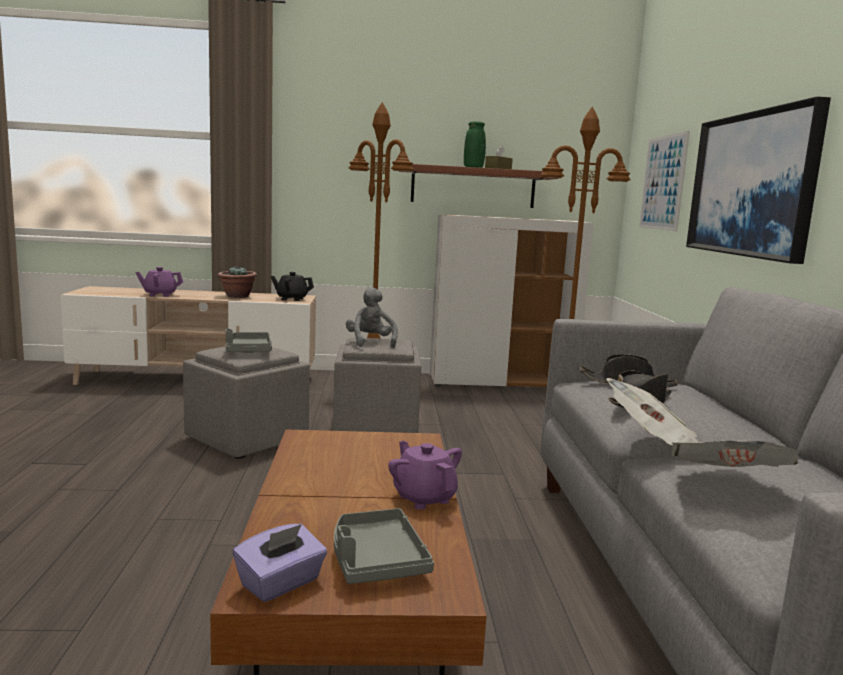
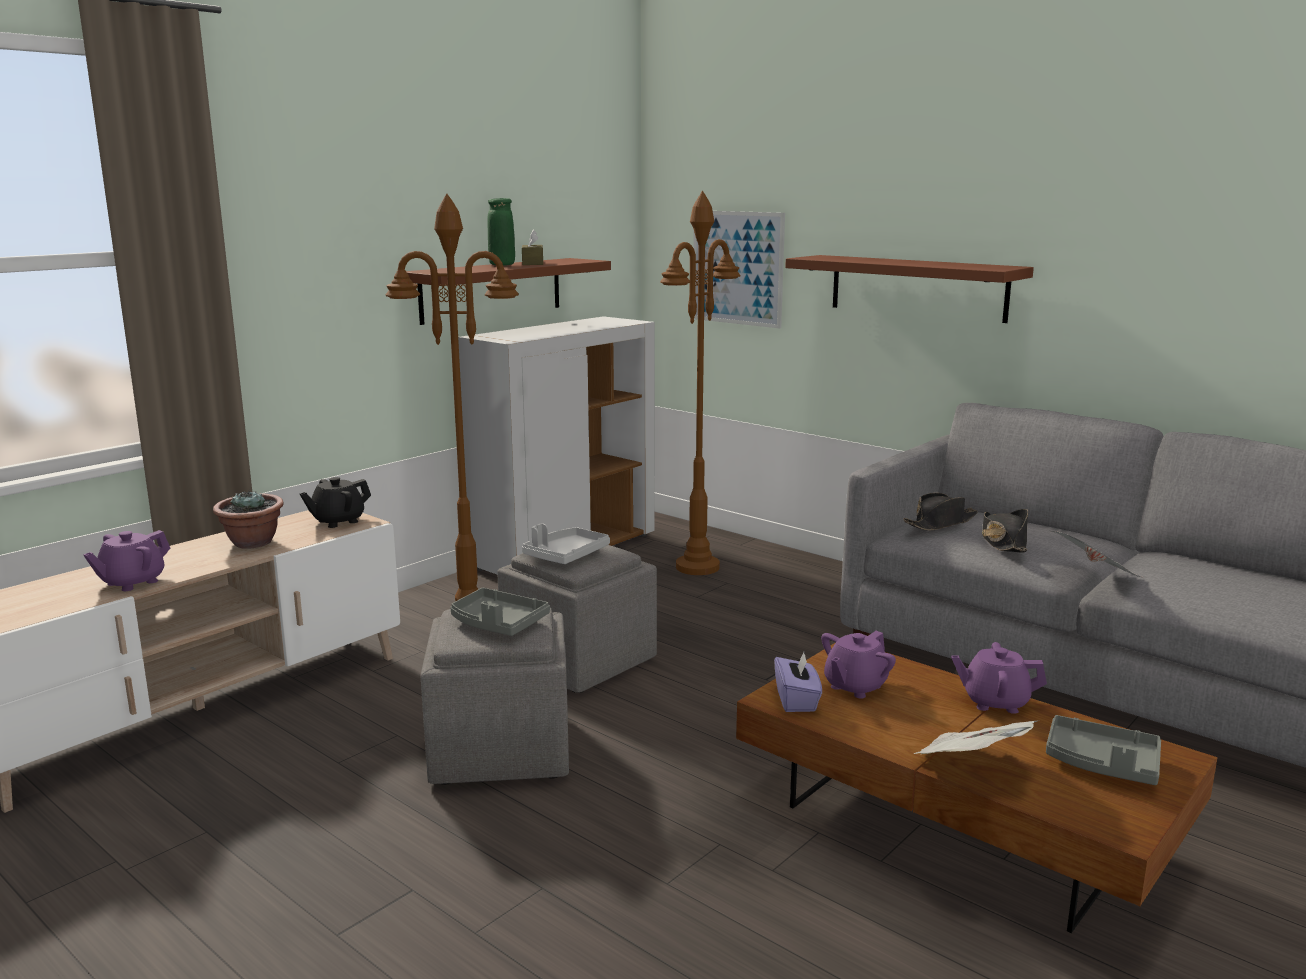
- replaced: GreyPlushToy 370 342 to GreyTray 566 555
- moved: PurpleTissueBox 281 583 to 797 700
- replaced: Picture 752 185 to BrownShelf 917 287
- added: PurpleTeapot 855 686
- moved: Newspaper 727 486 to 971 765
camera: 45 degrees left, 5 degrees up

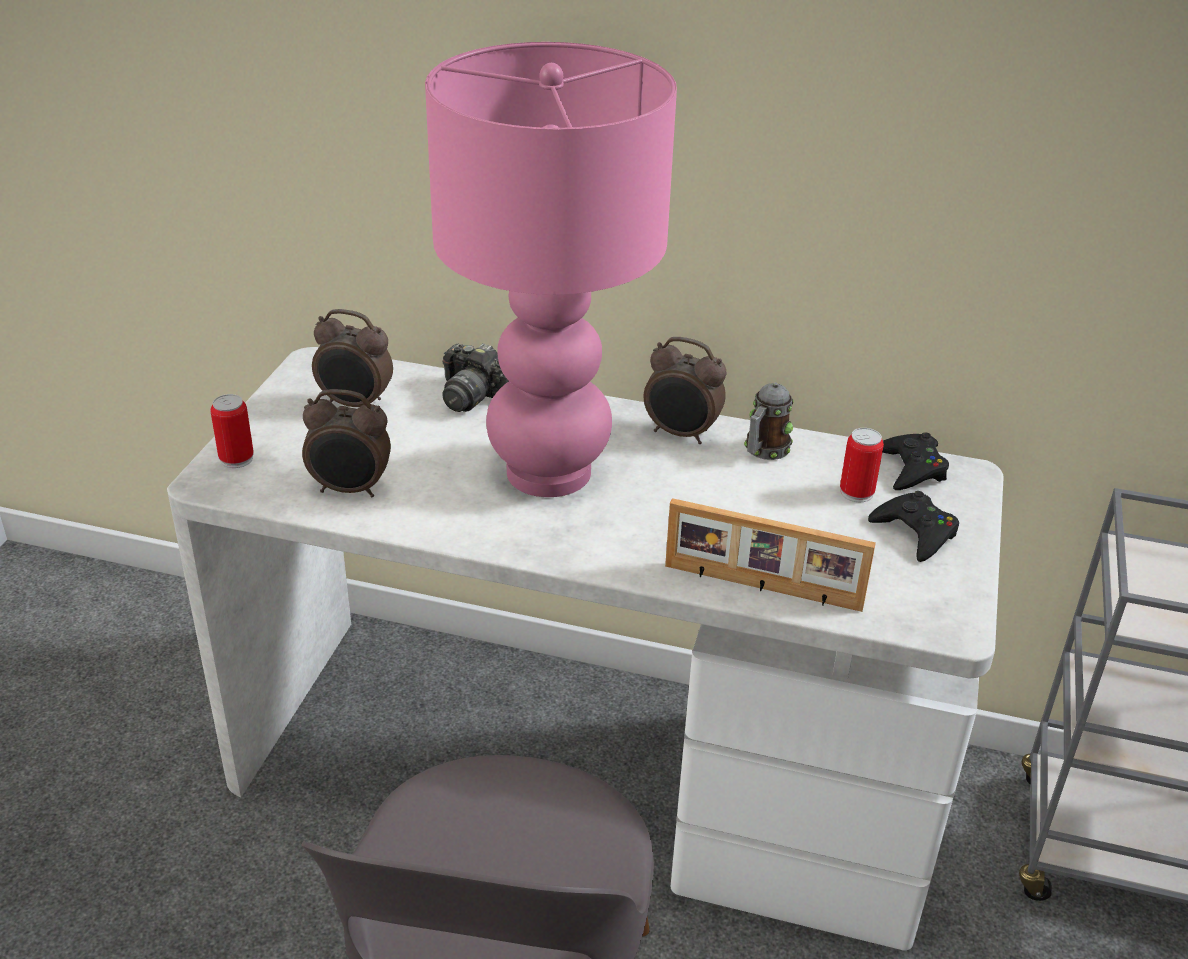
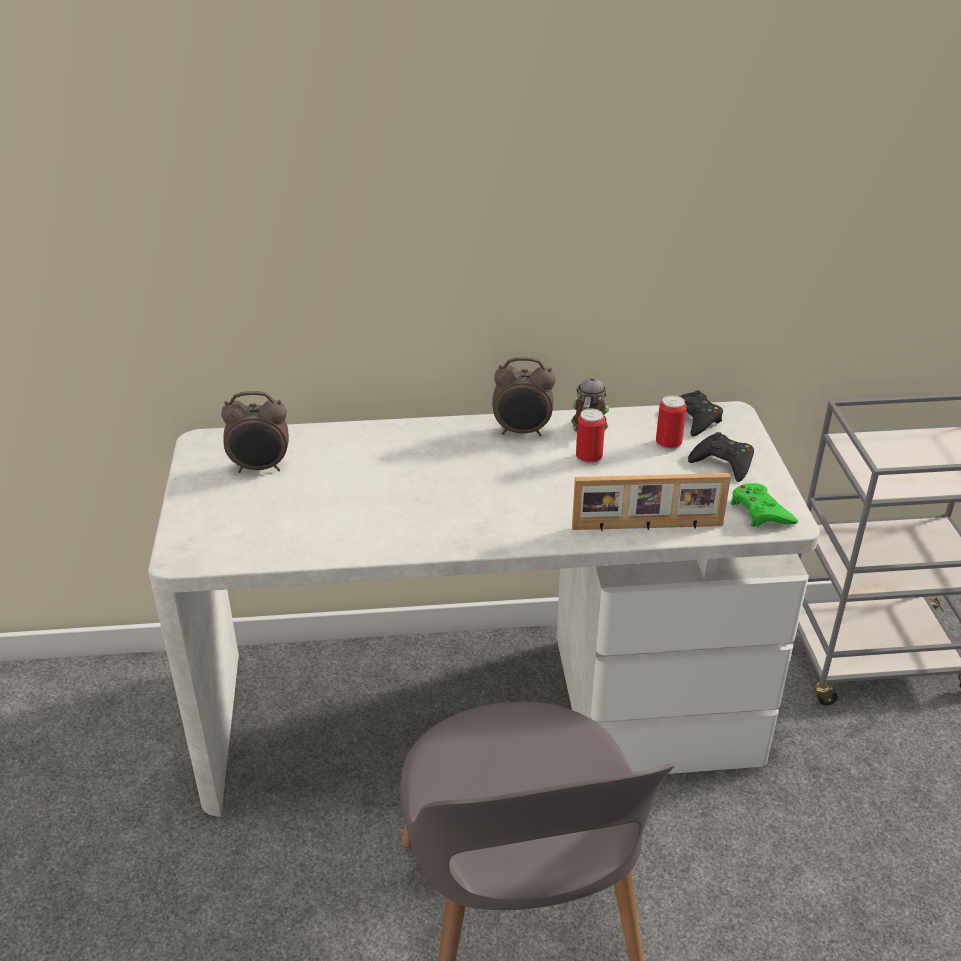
- moved: Can 236 458 to 588 458
- added: GreenGameController 760 511
- removed: AlarmClock 350 490
- removed: PinkTableLamp 547 471
- removed: PhotoCamera 473 396
camera: 20 degrees left, 0 degrees up

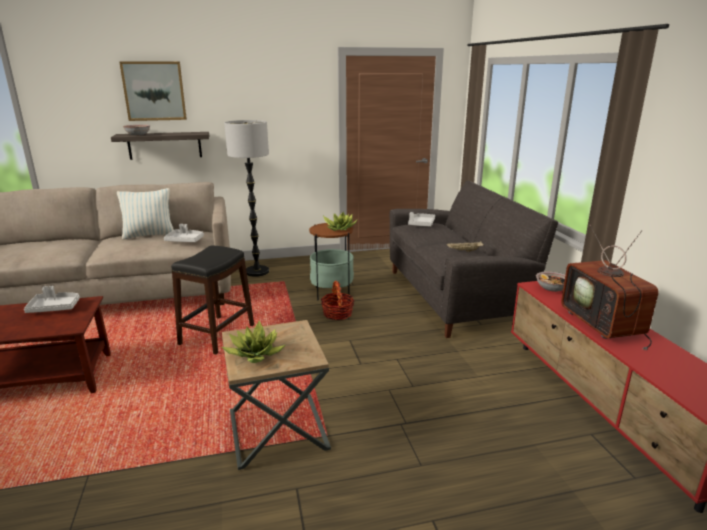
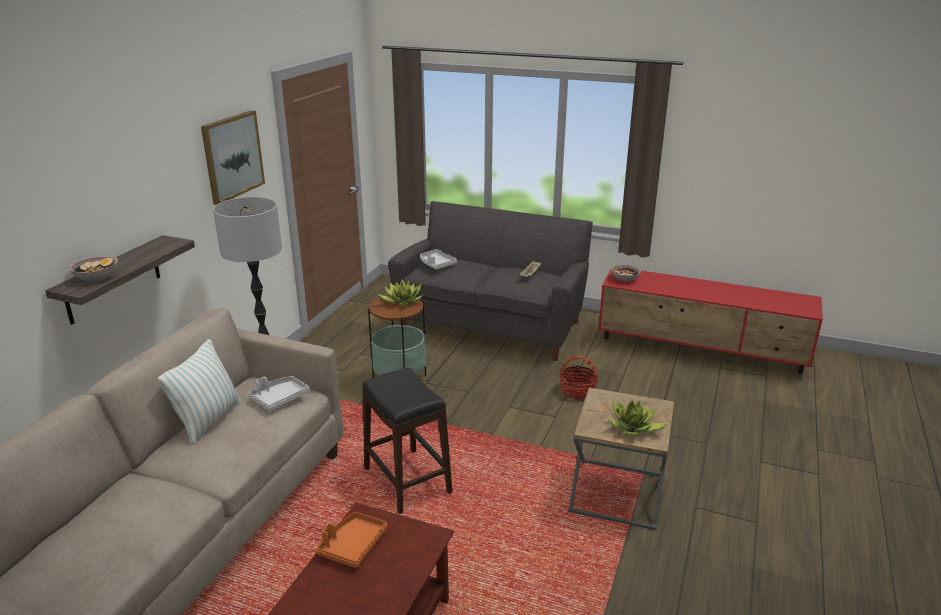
- moved: Picture 154 91 to 232 156
- recoloured: GreyTray 54 308 to OrangeTray 352 545
- moved: Basket 337 313 to 577 391
- removed: Television 605 324
camera: 55 degrees left, 5 degrees up

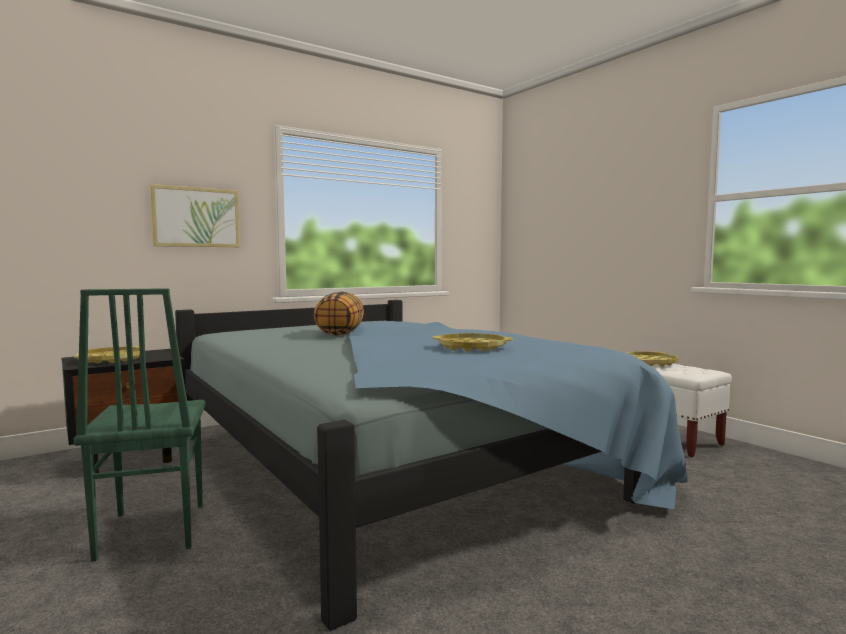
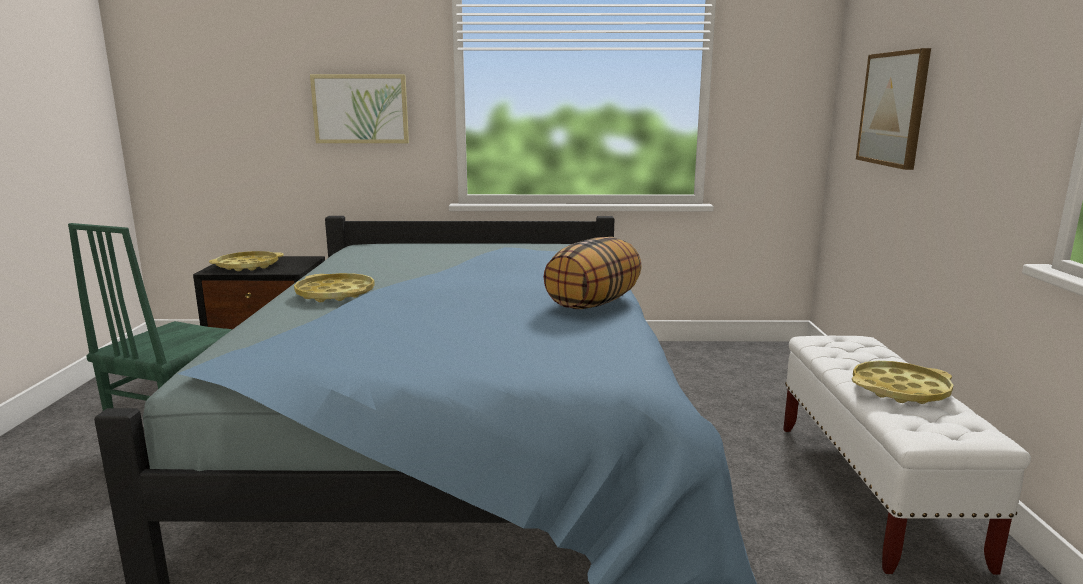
- moved: YellowTray 472 348 to 335 294
- moved: Pillow 340 334 to 593 304
- added: Picture 893 109
camera: 35 degrees right, 10 degrees up

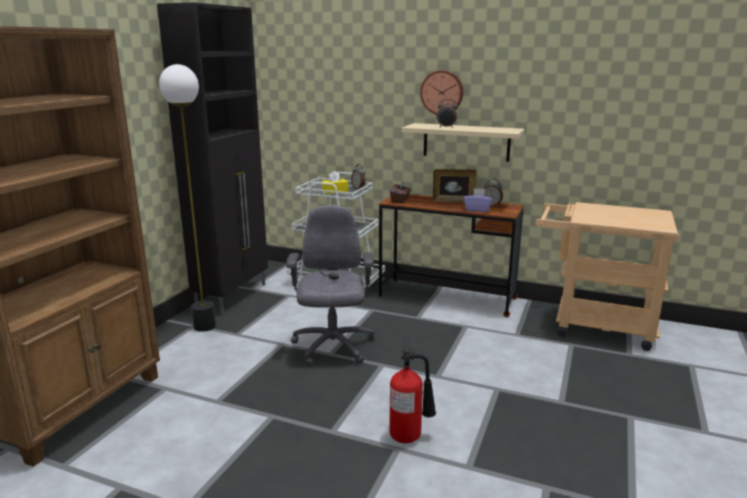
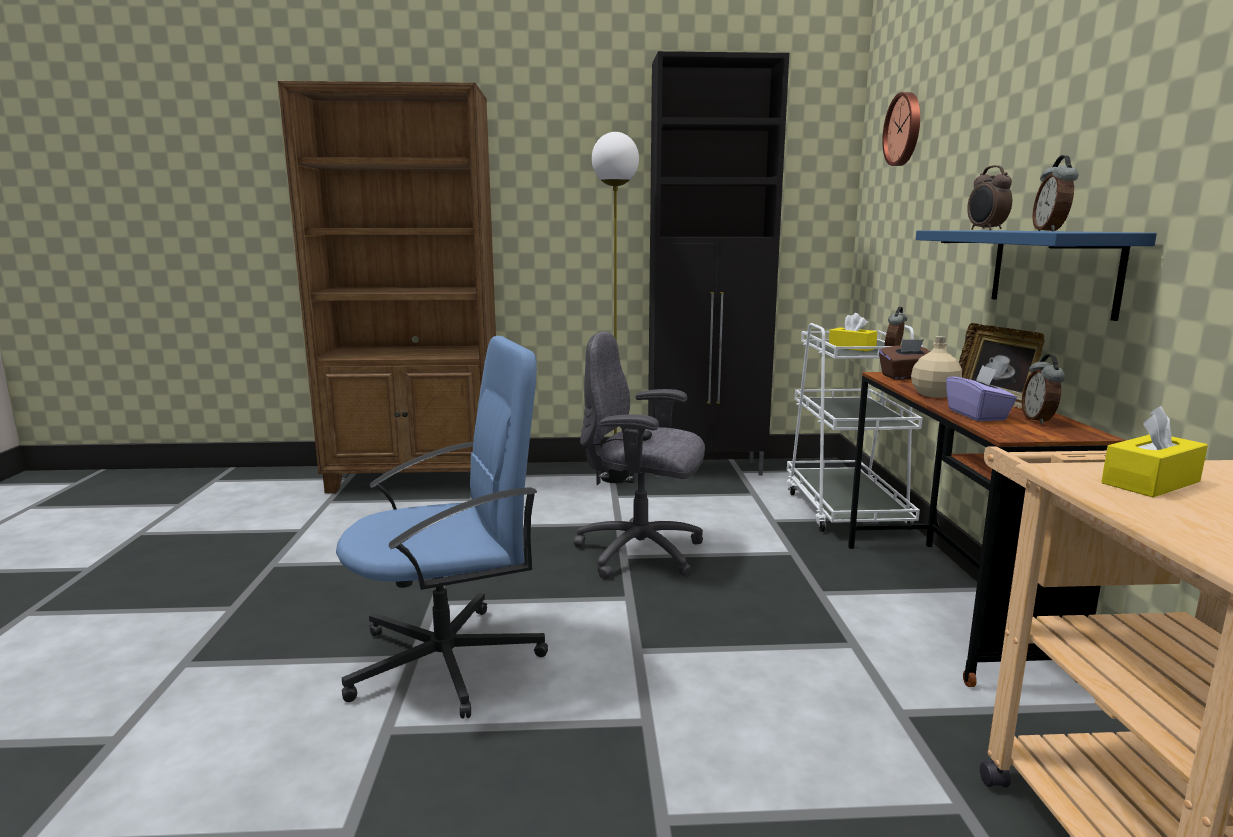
- replaced: FireExtinguisher 410 436 to BlueOfficeChair 448 660
- turned: GreyOfficeChair 332 347 = 641 553 135 degrees counterclockwise
- moved: WallClock 442 92 to 904 129
- added: BeigeBottle 935 394
- recoloured: BeigeShelf 466 142 to BlueShelf 1053 270
- added: AlarmClock 1050 231
- added: YellowTissueBox 1150 482
camera: 65 degrees right, 5 degrees down

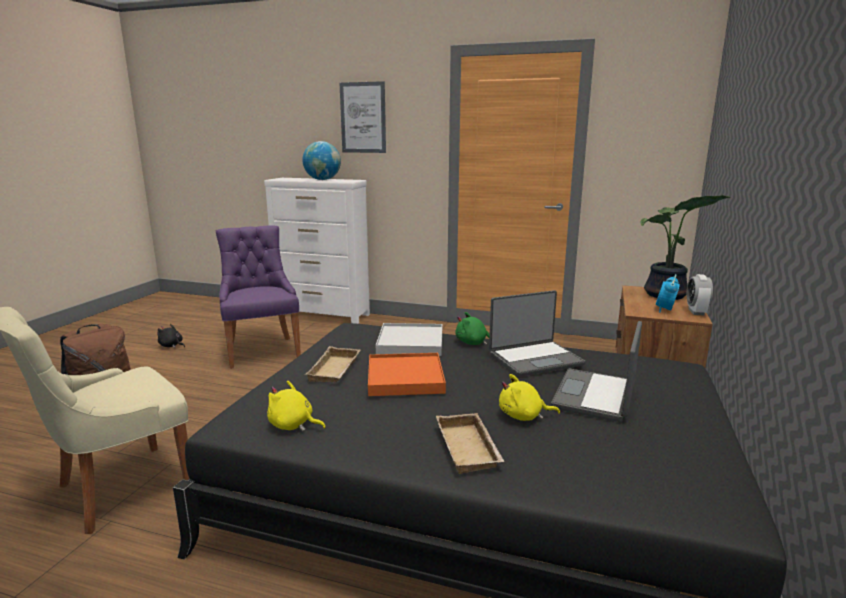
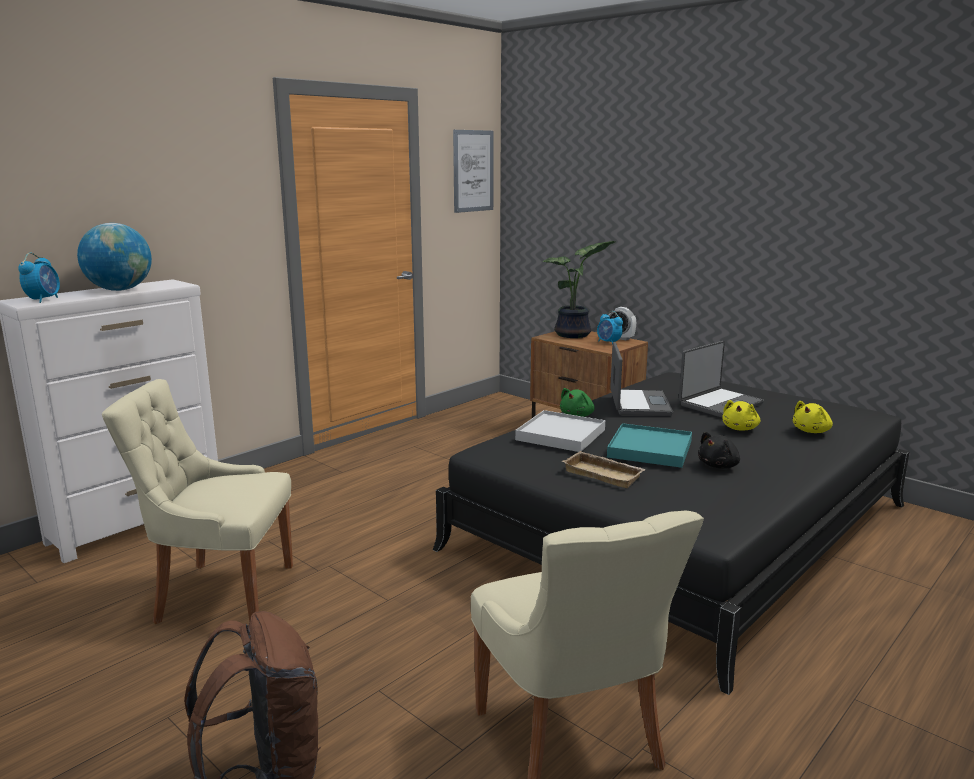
- added: AlarmClock 43 300
- recoloured: PurpleChair 262 351 to BeigeChair 220 593
- moved: Picture 363 118 to 473 171
- recoloured: OrangeTray 405 378 to TurquoiseTray 650 449
- turned: Laptop 596 396 = 719 404 90 degrees counterclockwise
- moved: BlackPlushToy 171 345 to 719 466
- moved: YellowPlushToy 293 425 to 812 431
- removed: BeigeTray 470 448
camera: 65 degrees left, 0 degrees up

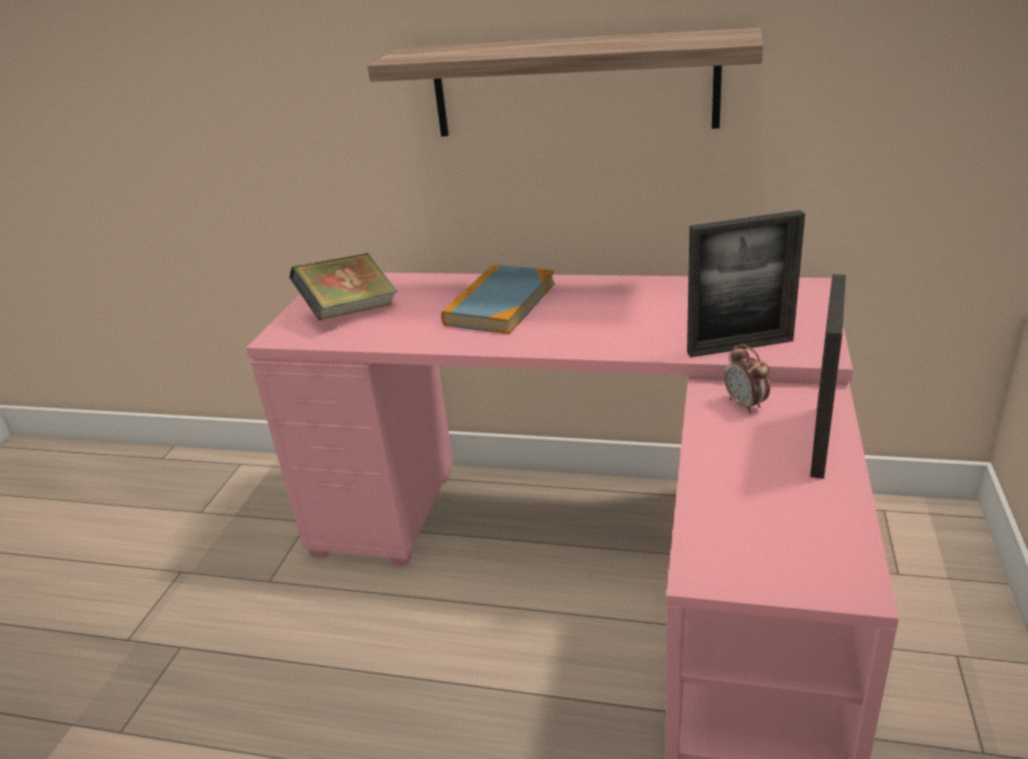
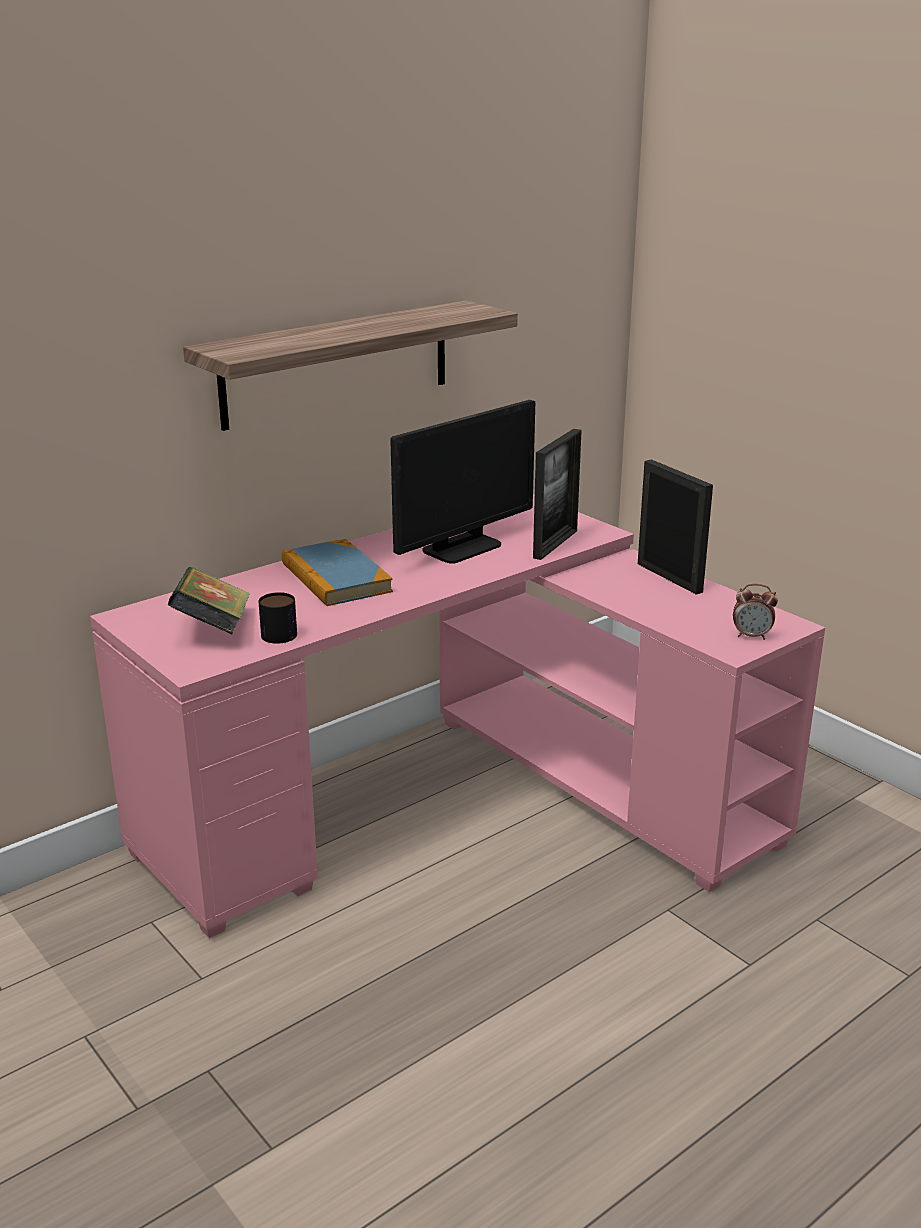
- added: Mug 280 631
- added: Monitor 461 548
- moved: AlarmClock 745 405 to 751 636
camera: 55 degrees left, 5 degrees down

